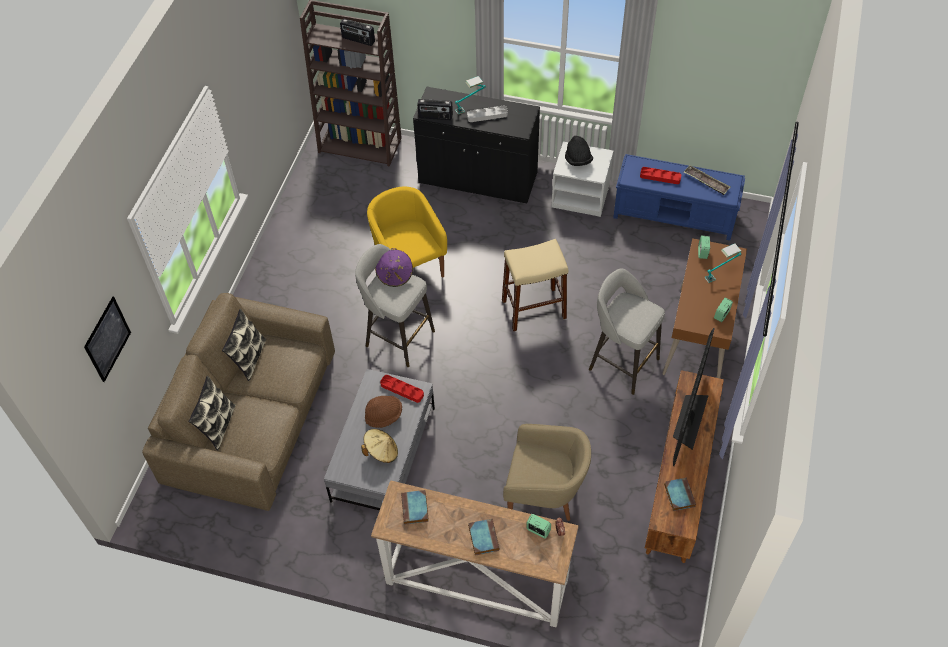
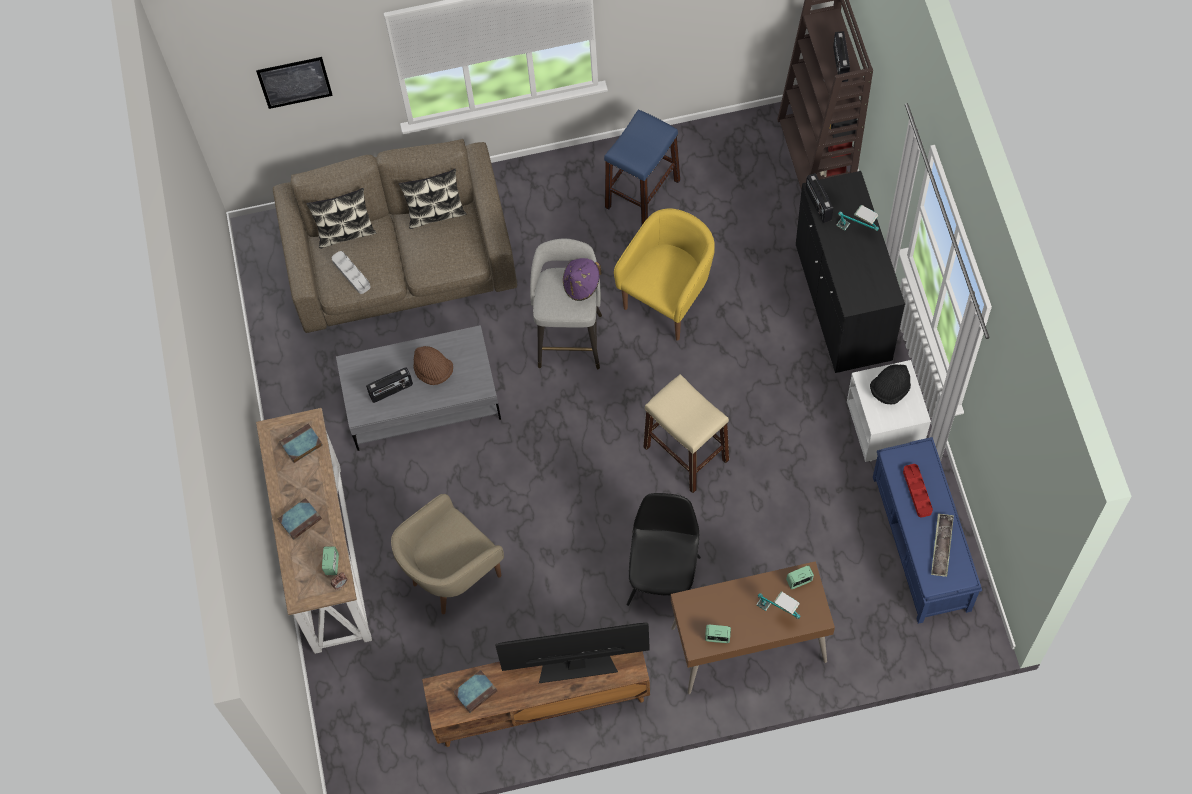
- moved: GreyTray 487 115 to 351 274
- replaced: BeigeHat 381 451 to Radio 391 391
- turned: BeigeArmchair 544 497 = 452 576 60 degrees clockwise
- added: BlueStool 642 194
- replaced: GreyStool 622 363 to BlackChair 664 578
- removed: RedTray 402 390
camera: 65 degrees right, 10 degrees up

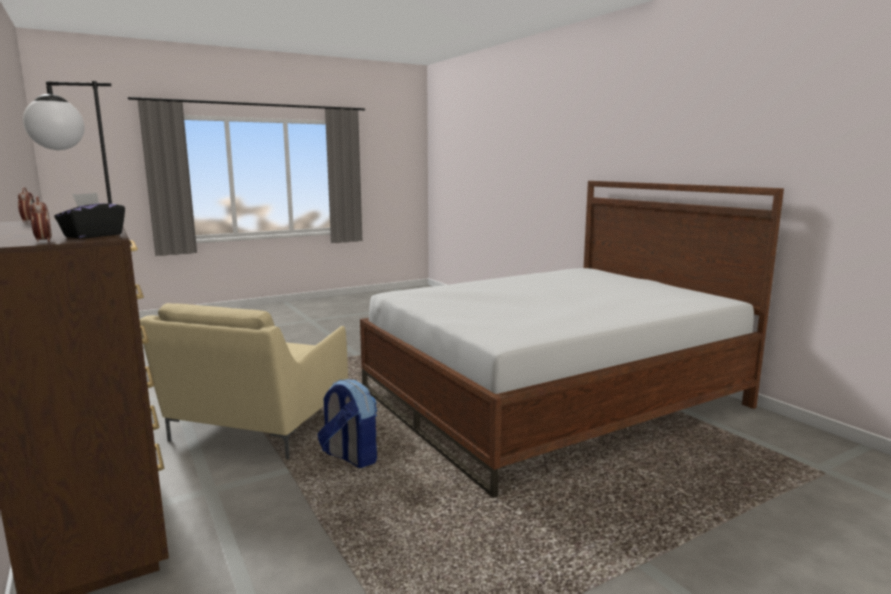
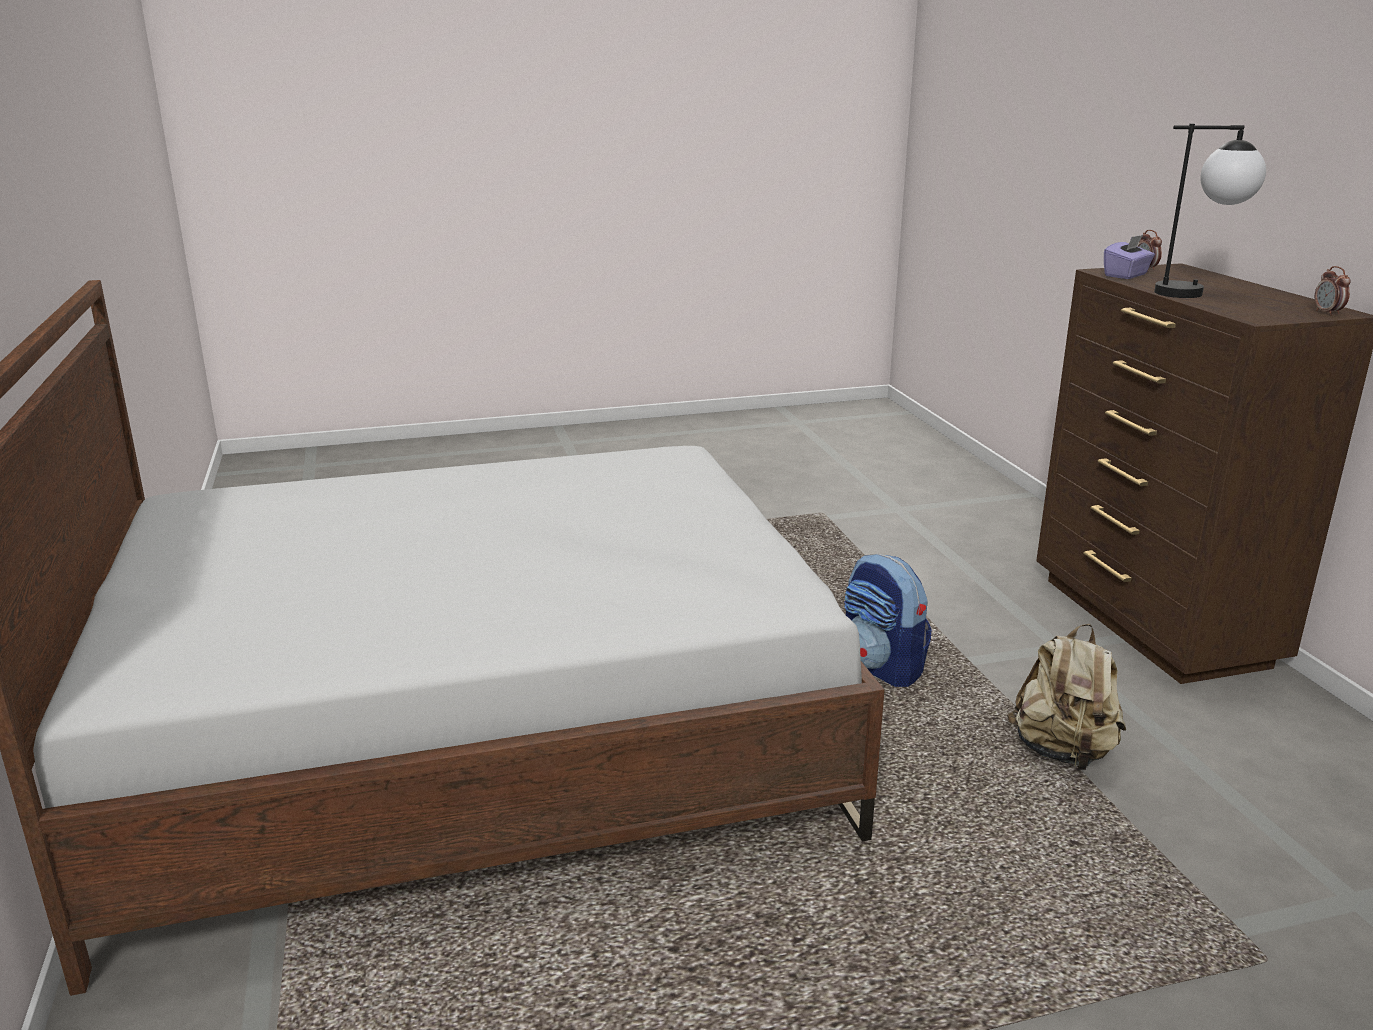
- replaced: BeigeArmchair 258 426 to BeigeBackpack 1063 752
- recoloured: BlackTissueBox 93 236 to PurpleTissueBox 1126 275
camera: 165 degrees left, 10 degrees up

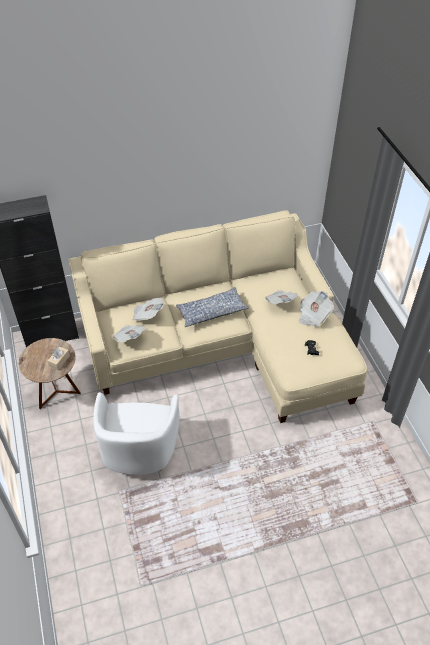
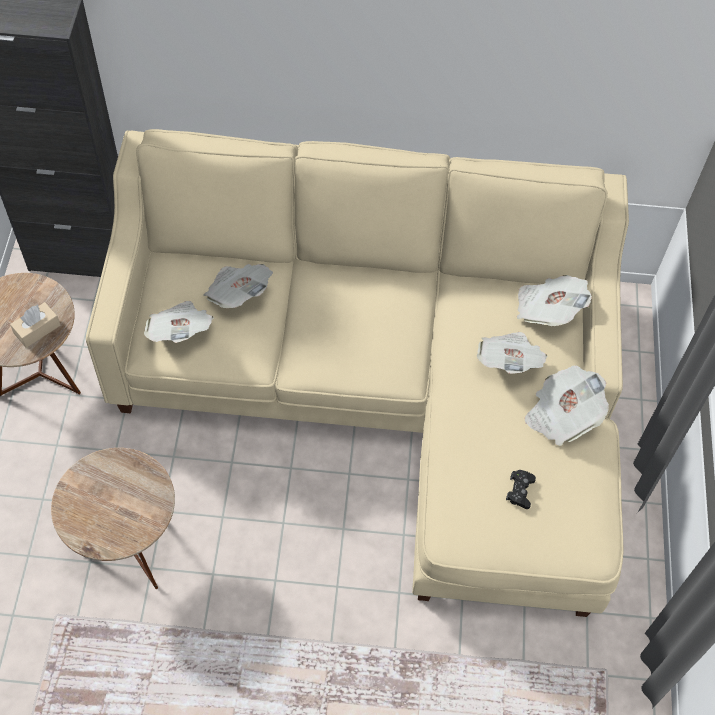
- replaced: WhiteArmchair 139 449 to BrownSideTable 130 548
- added: Newspaper 547 310
- removed: Pillow 211 311
camera: 20 degrees right, 10 degrees up

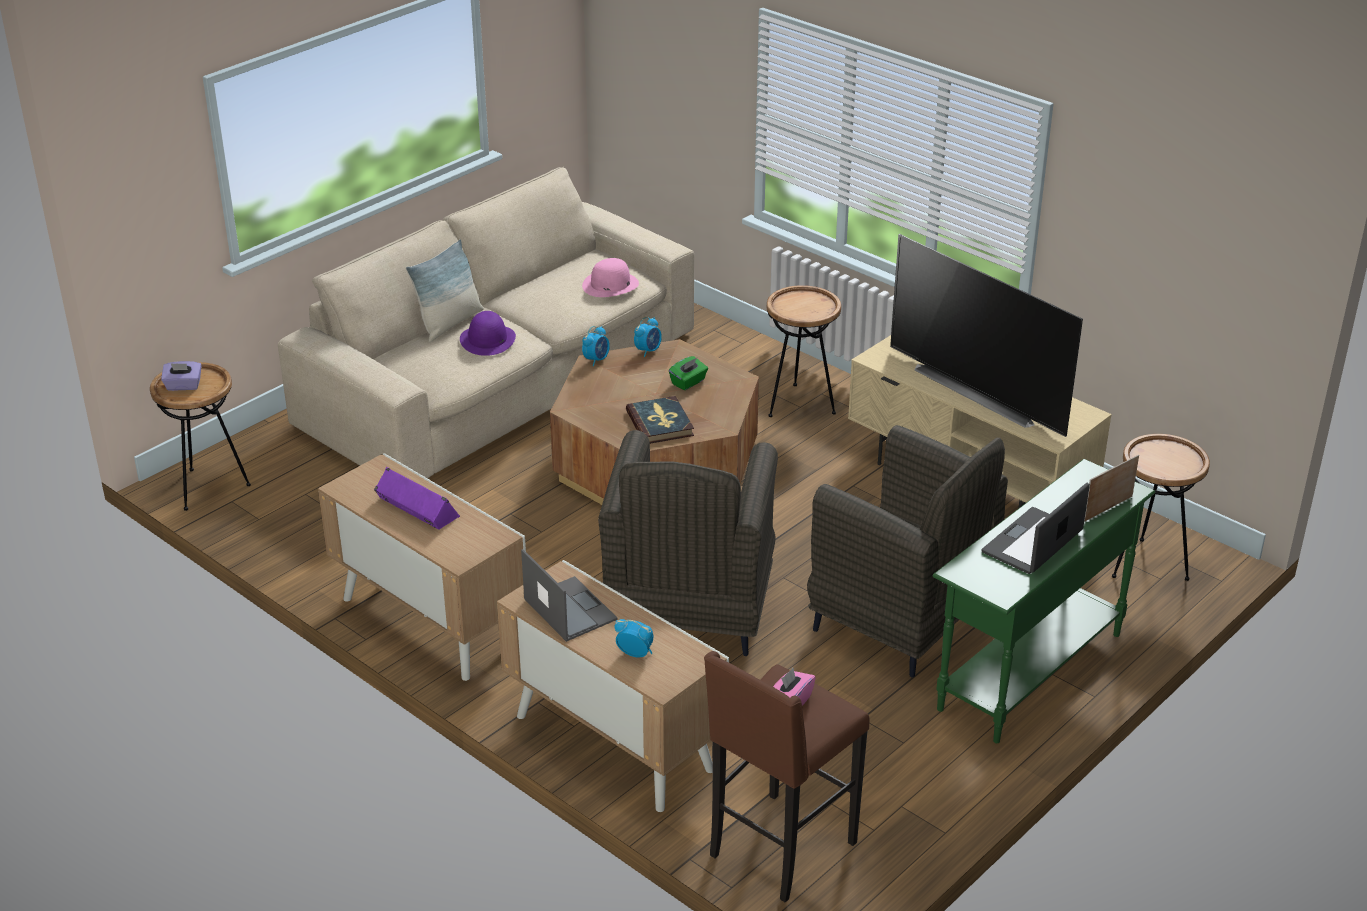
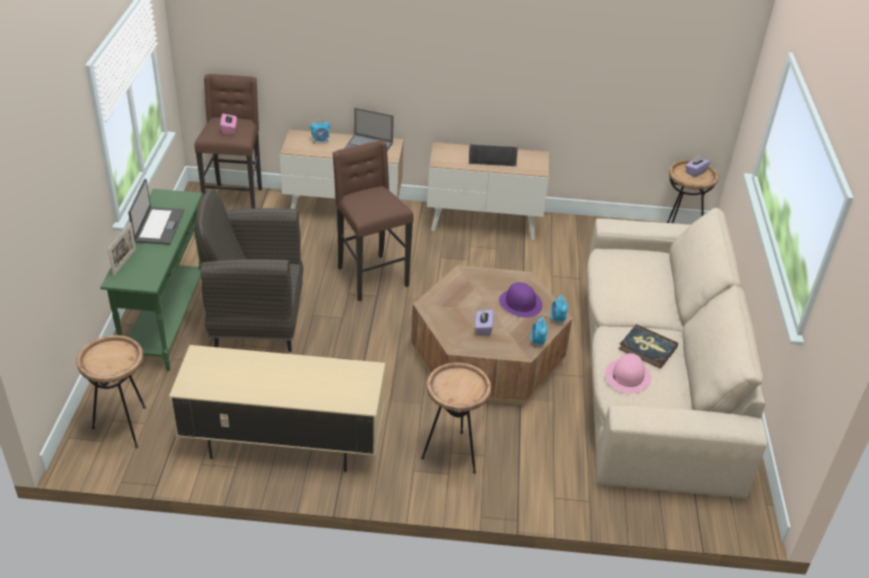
- replaced: GreyArmchair 688 614 to BrownStool 370 277
- recoloured: PurpleSpeaker 416 509 to BlackSpeaker 492 159
- recoloured: GreenTissueBox 688 382 to PurpleTissueBox 483 328
- moved: PurpleHat 488 340 to 520 303
- moved: Book 660 423 to 647 348
- removed: Pillow 449 323
- removed: Television 980 391
camera: 140 degrees right, 5 degrees up

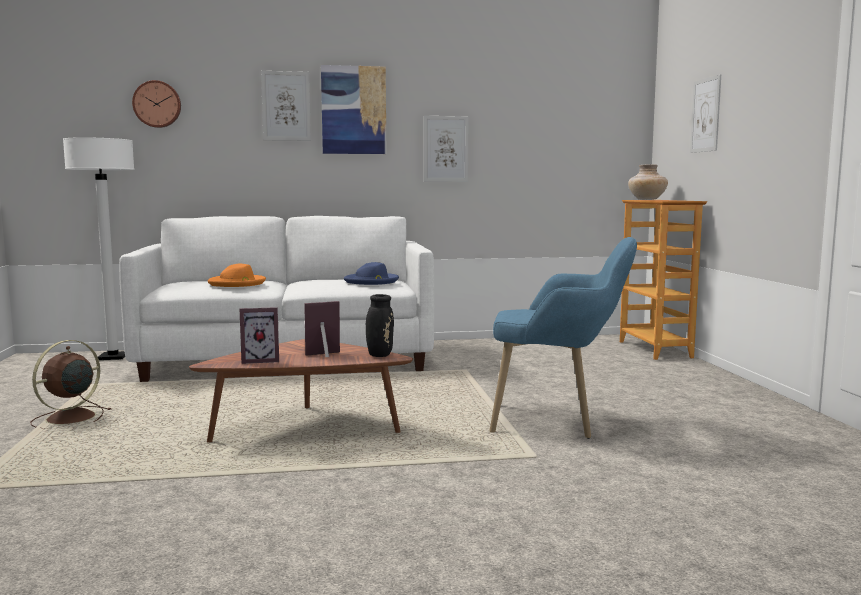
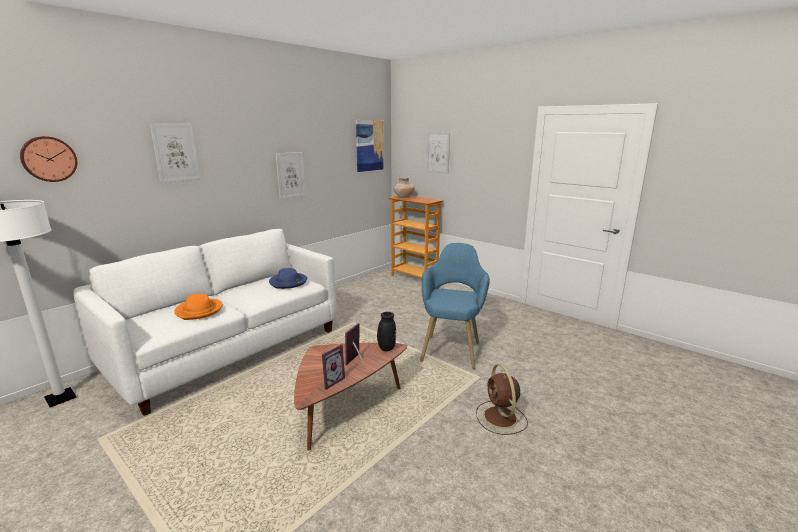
- moved: Picture 354 110 to 369 145
- turned: BlueArmchair 558 421 = 452 347 45 degrees counterclockwise
- moved: BrownFan 69 419 to 501 418
camera: 40 degrees left, 10 degrees up

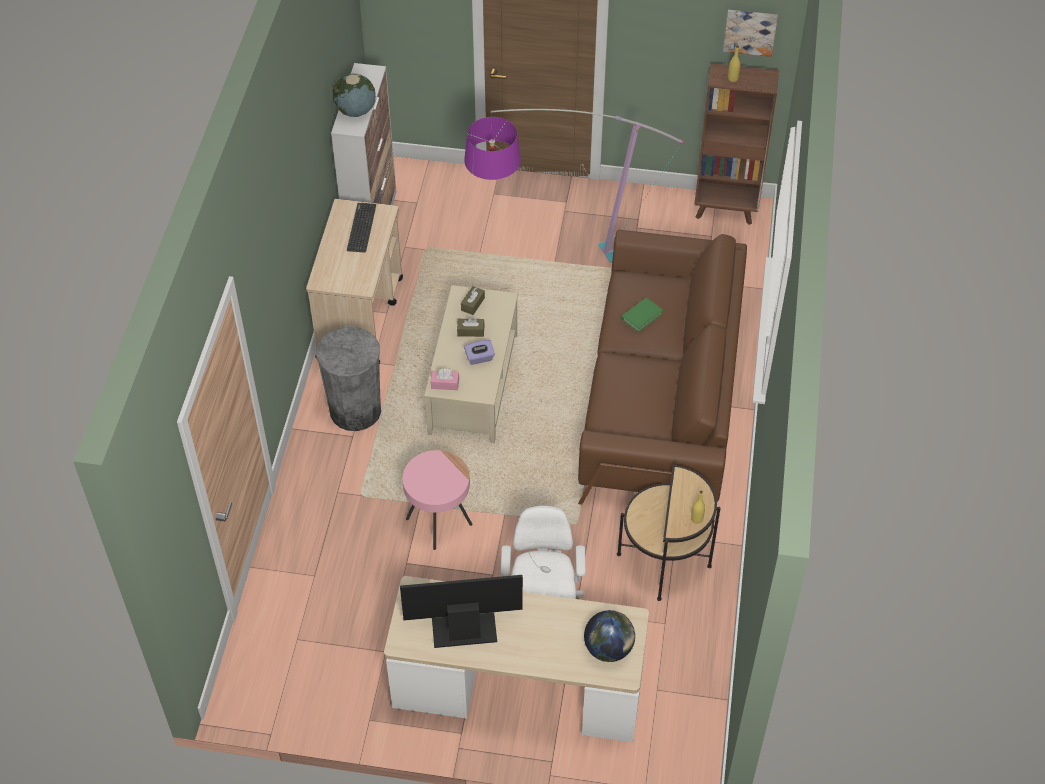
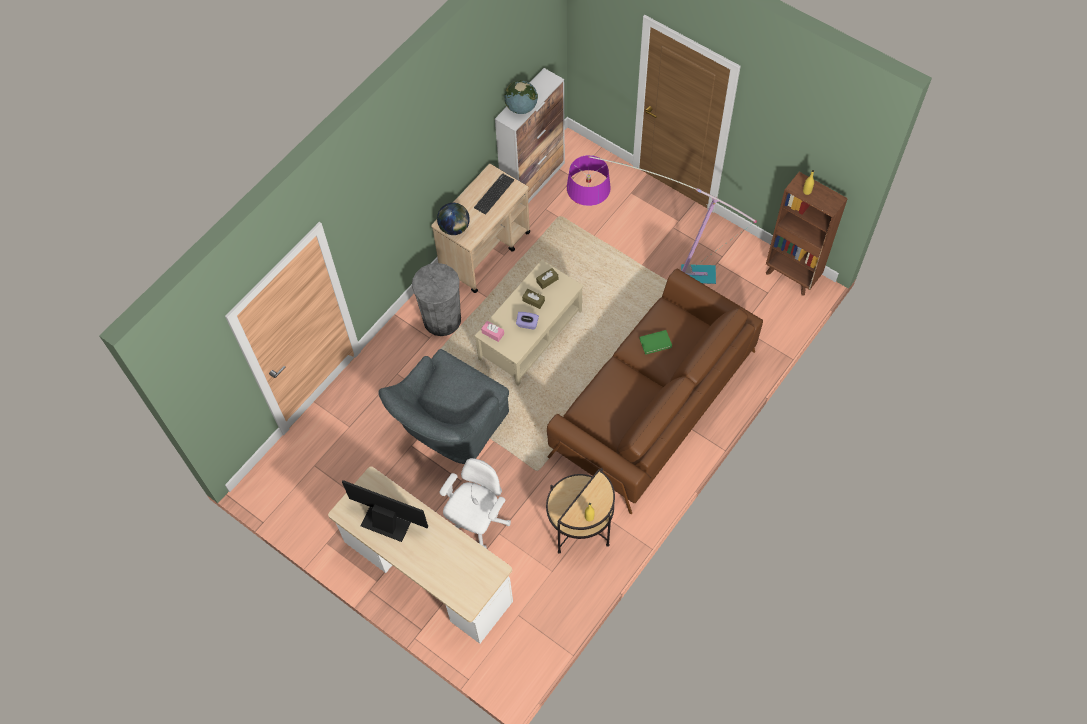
- replaced: PinkSideTable 439 522 to GreyArmchair 449 426
- moved: Globe 608 649 to 454 228
- removed: Picture 750 31
camera: 30 degrees right, 10 degrees up

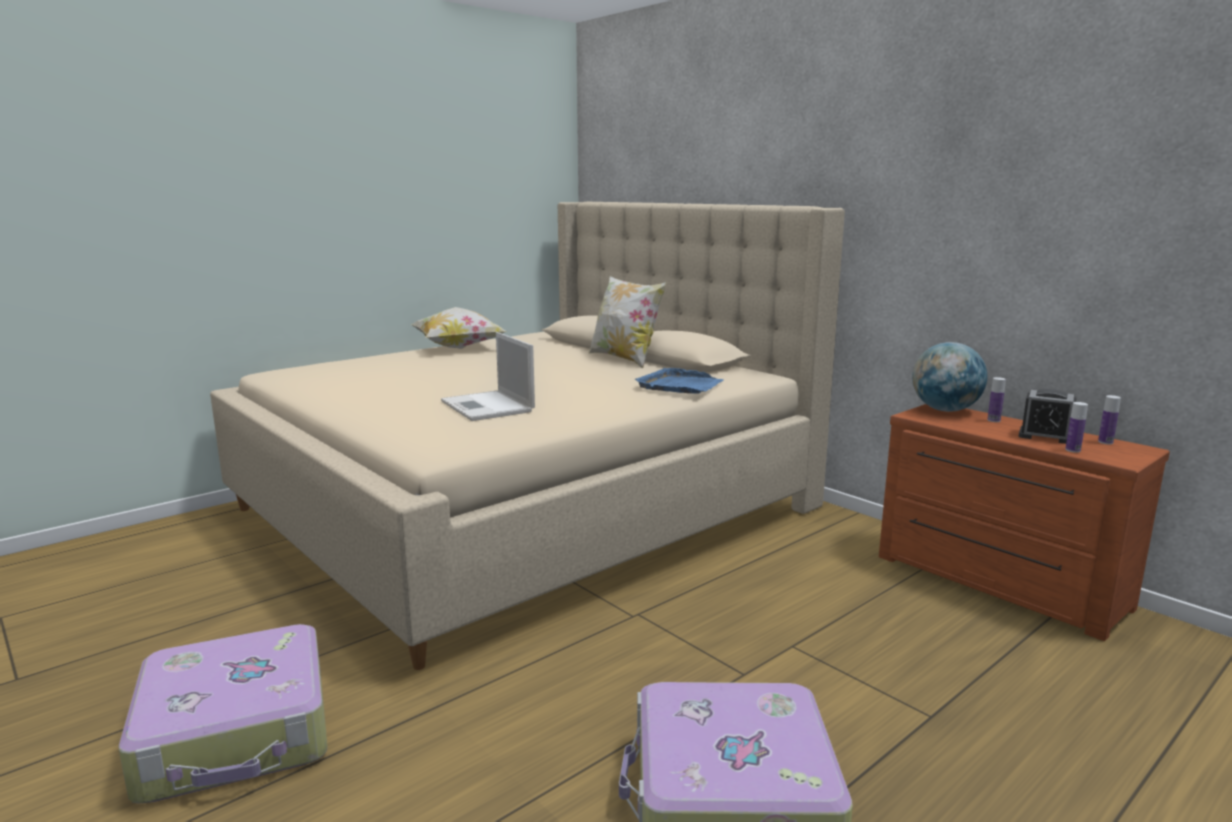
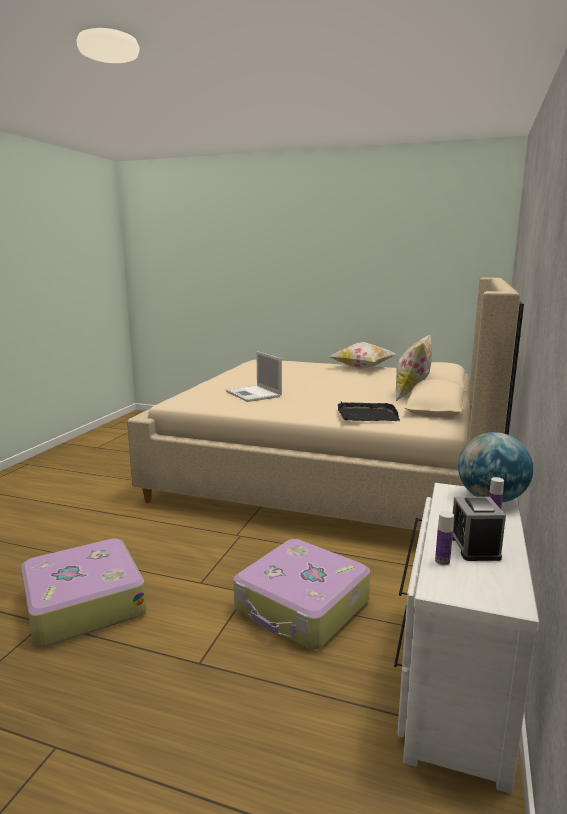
- turned: Laptop 488 407 = 254 394 60 degrees counterclockwise
- moved: Suitcase 237 733 to 302 607
- recoloured: BlueTray 680 385 to BlackTray 367 415
- recoloured: BrownDresser 996 583 to WhiteDresser 453 678
- removed: Bottle 1105 442
camera: 60 degrees right, 0 degrees up

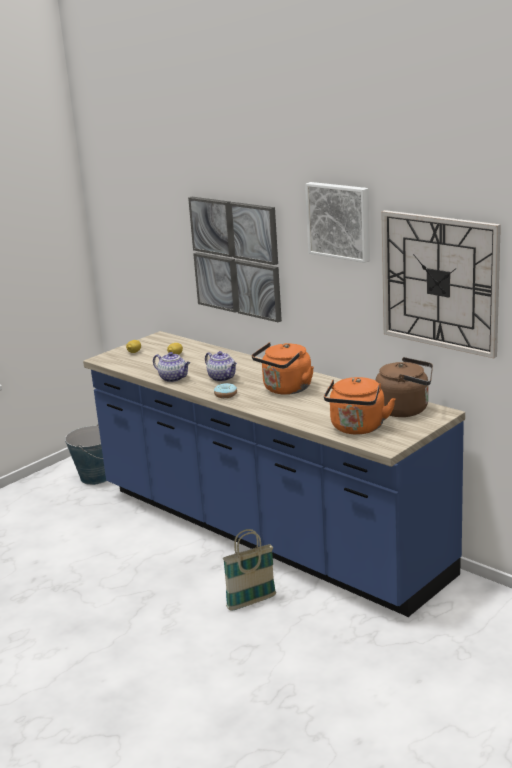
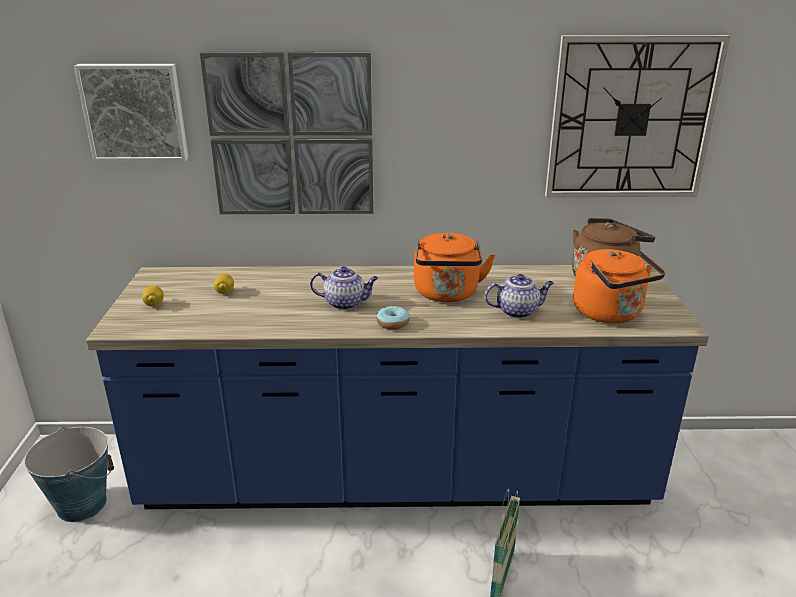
- moved: Picture 340 221 to 135 112
- moved: Teapot 173 378 to 518 311
camera: 45 degrees left, 5 degrees up

